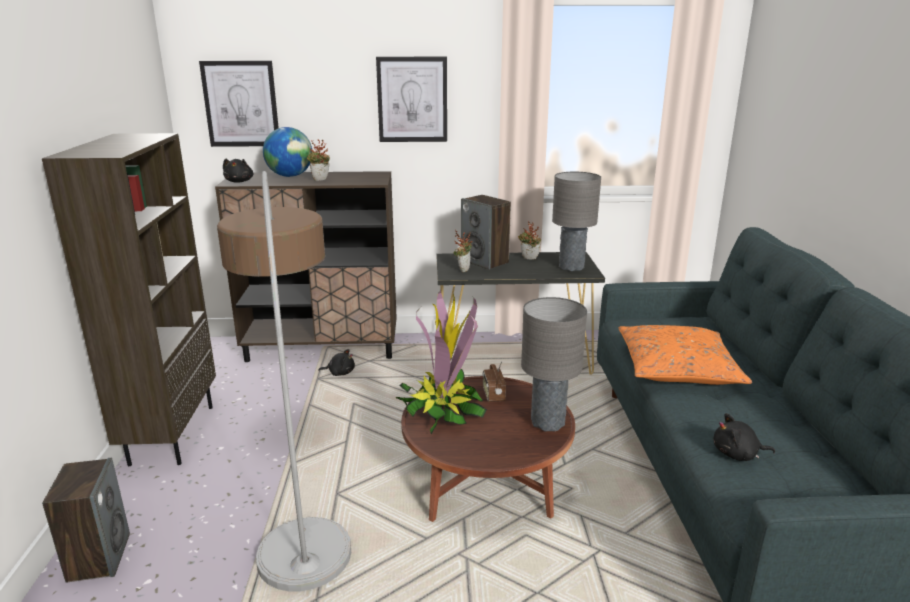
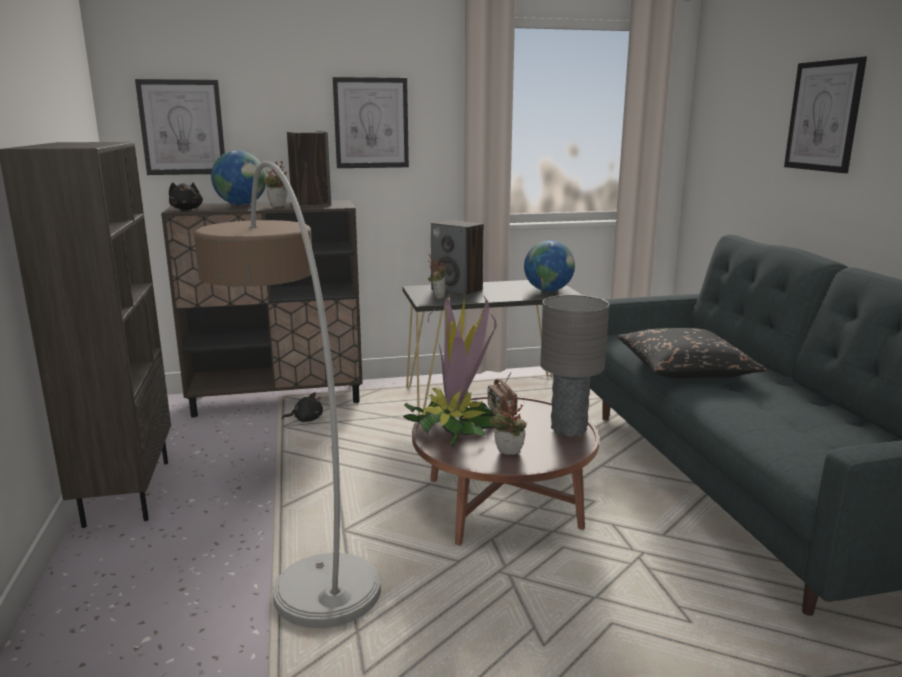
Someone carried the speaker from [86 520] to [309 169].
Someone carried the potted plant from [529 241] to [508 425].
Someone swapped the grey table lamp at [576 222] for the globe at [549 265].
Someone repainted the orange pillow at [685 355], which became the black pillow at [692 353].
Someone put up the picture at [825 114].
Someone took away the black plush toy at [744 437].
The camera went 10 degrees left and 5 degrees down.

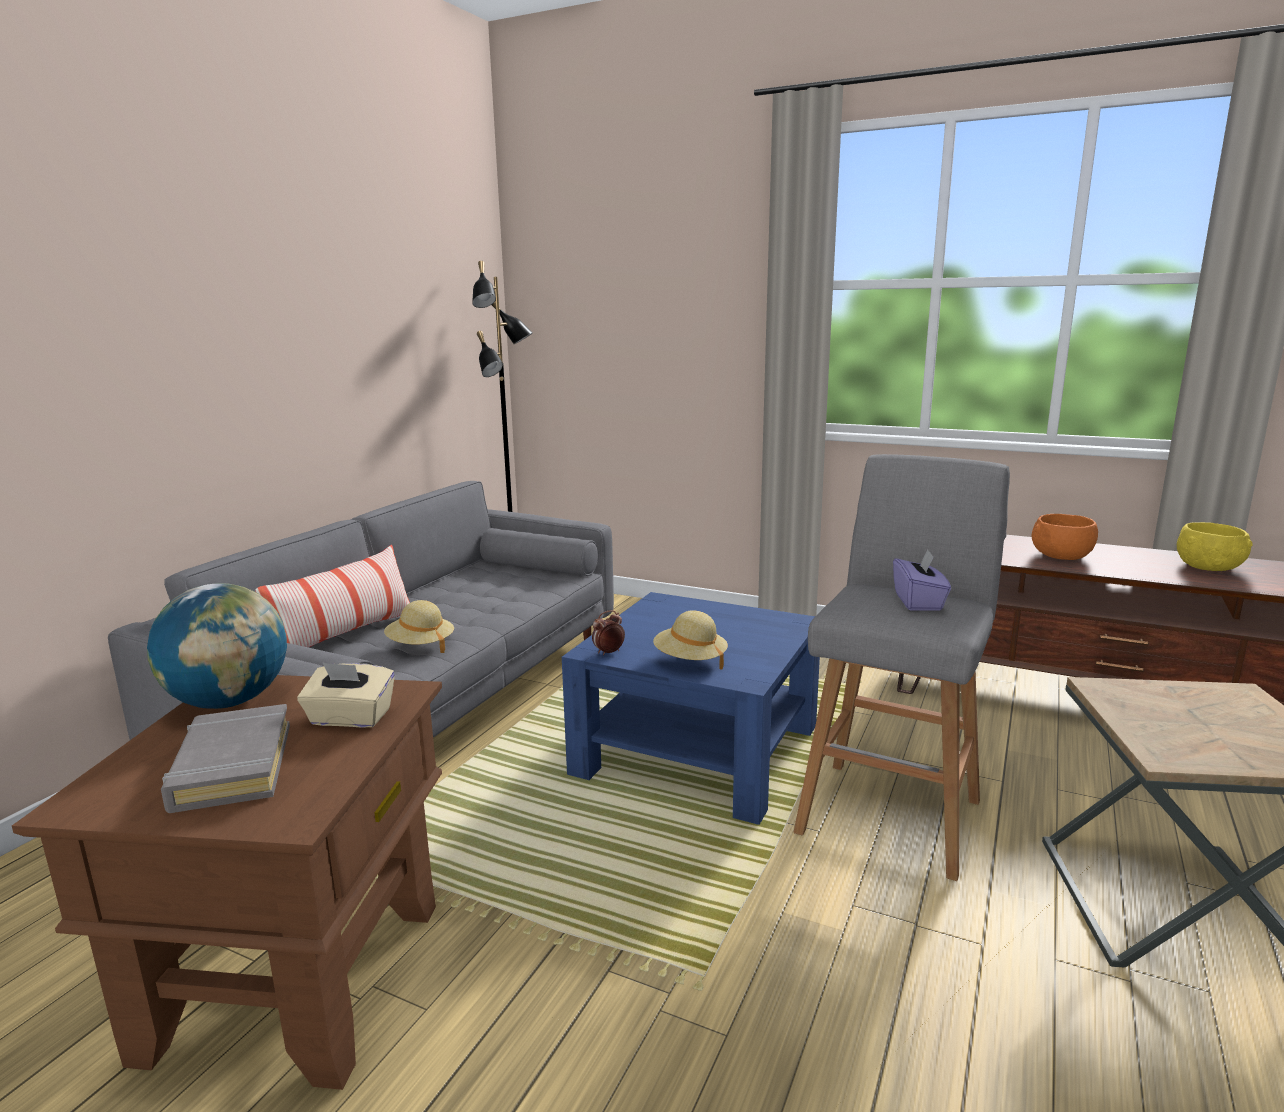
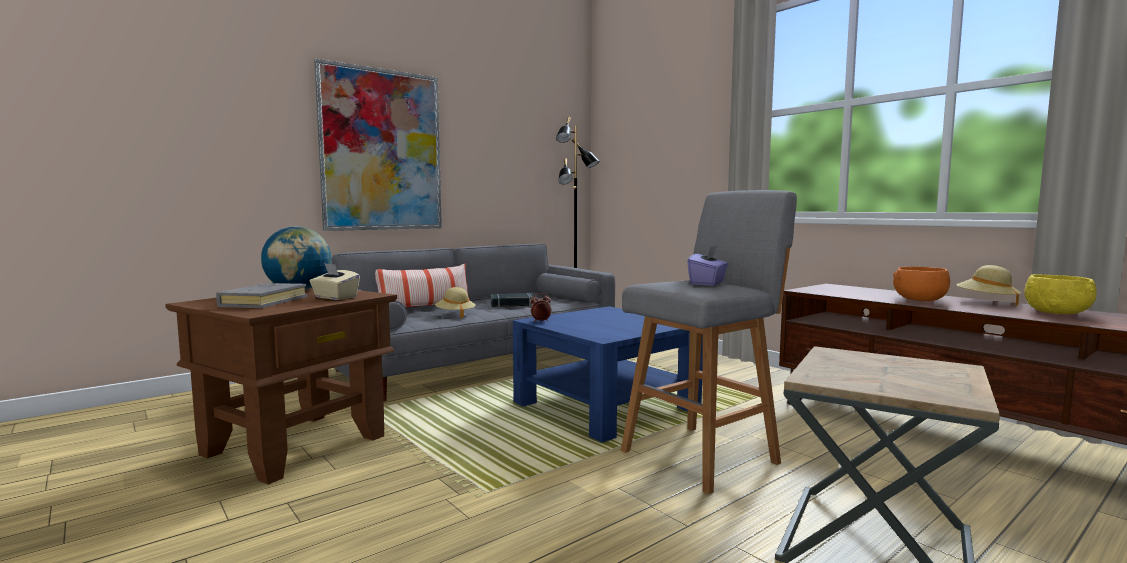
Someone put up the picture at [378 145].
Someone put down the black book at [514 300].
Someone carried the beige hat from [690 639] to [988 285].
The camera went 25 degrees right and 10 degrees down.

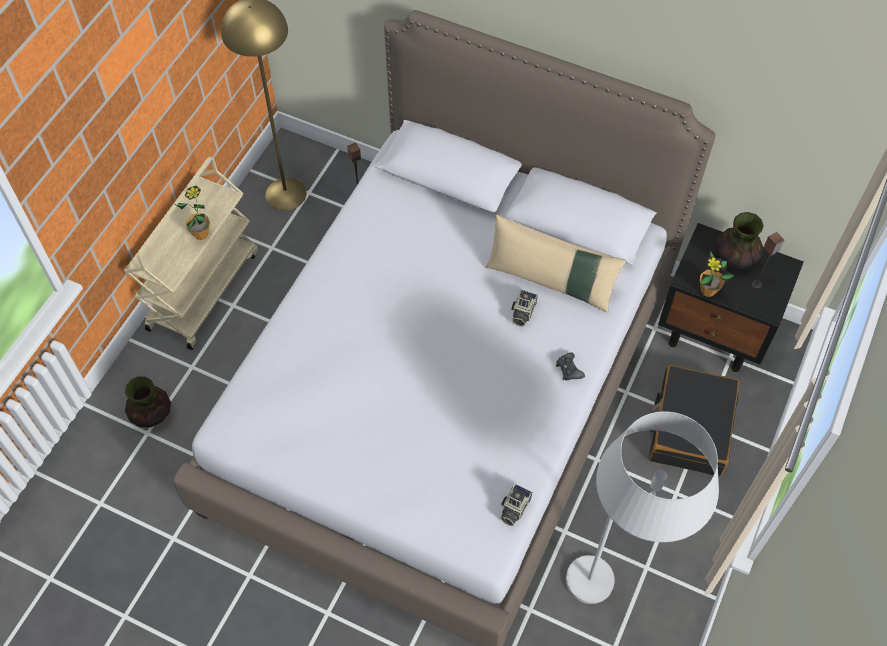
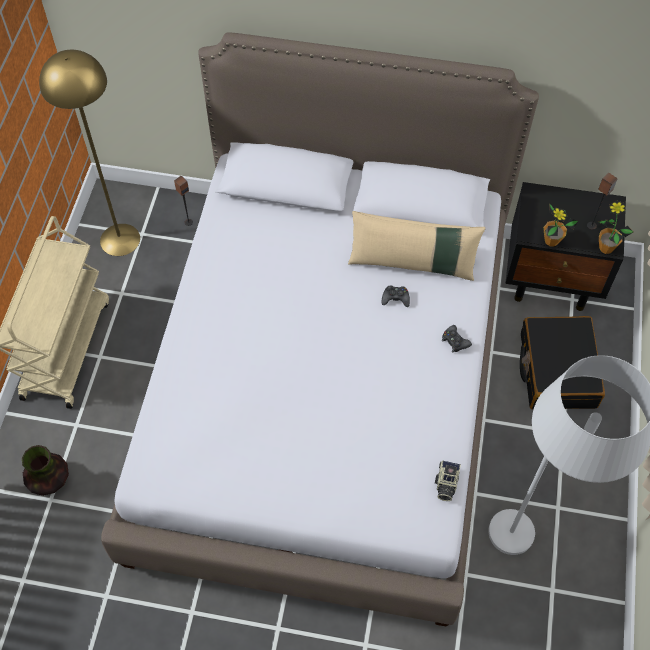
Someone swapped the photo camera at [524 308] for the black game controller at [395 296].
Someone carried the potted plant from [192 213] to [615 227].
Someone took away the vase at [740 240].
The camera went 15 degrees left and 0 degrees up.

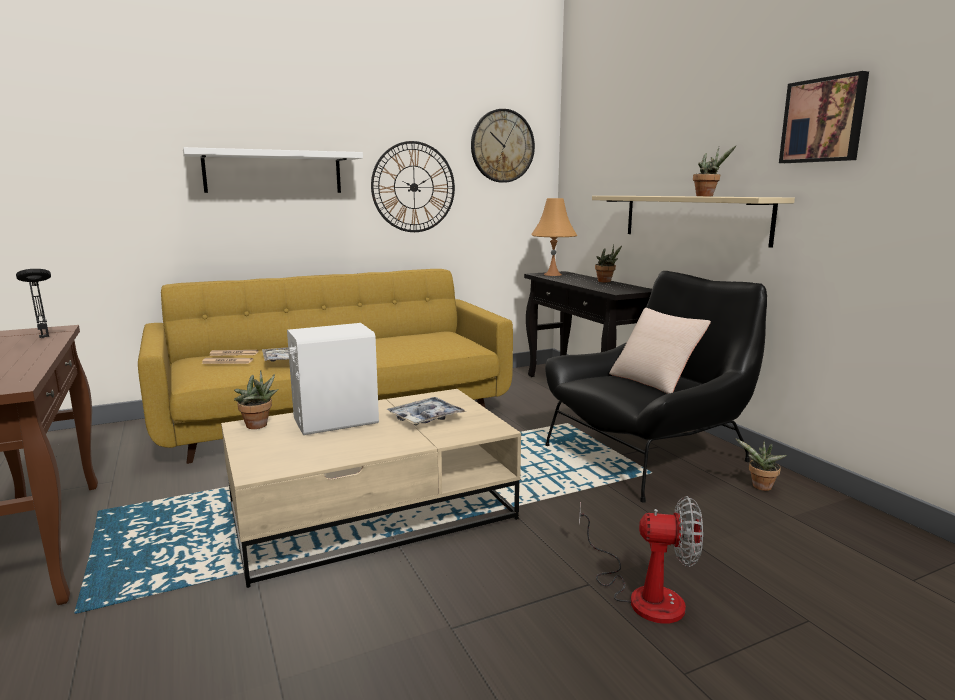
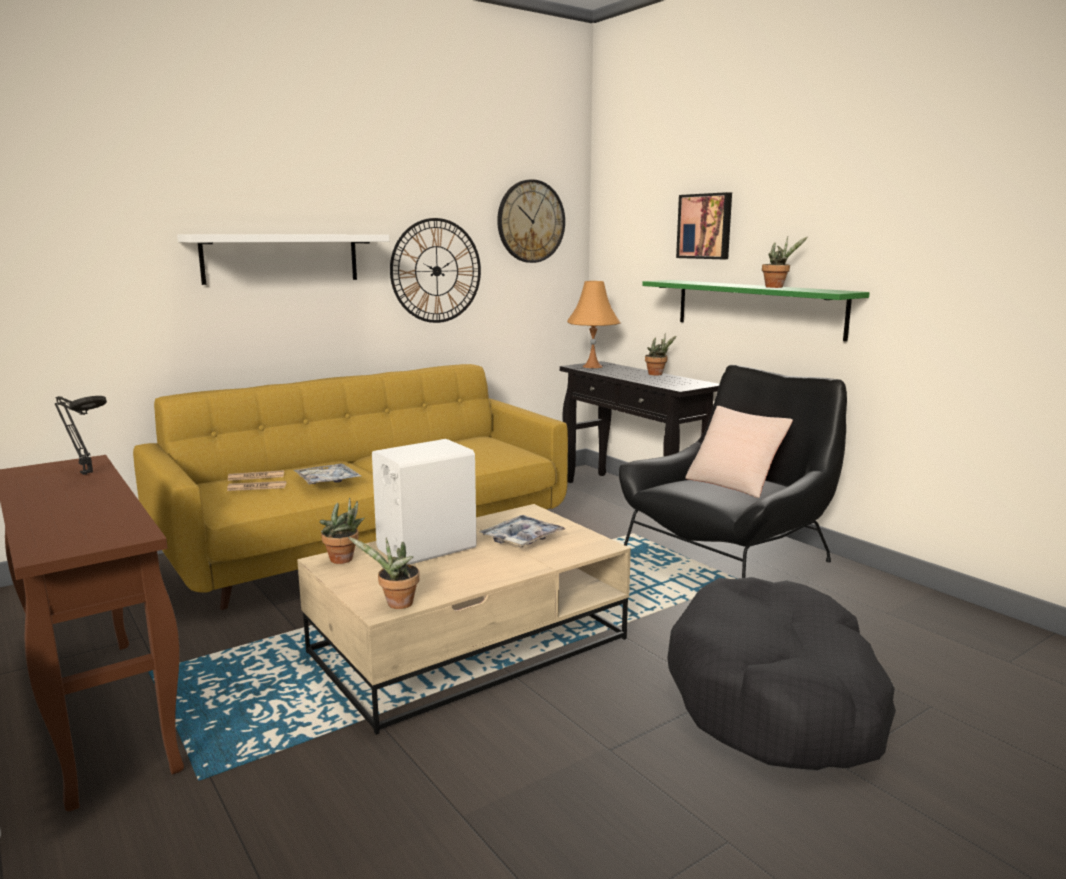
Someone carried the potted plant from [761 464] to [384 573].
Someone repainted the beige shelf at [693 222], which became the green shelf at [756 311].
Someone swapped the fan at [641 560] for the black dog bed at [781 673].
Someone carried the picture from [824 117] to [704 225].
The camera went 10 degrees left and 0 degrees up.

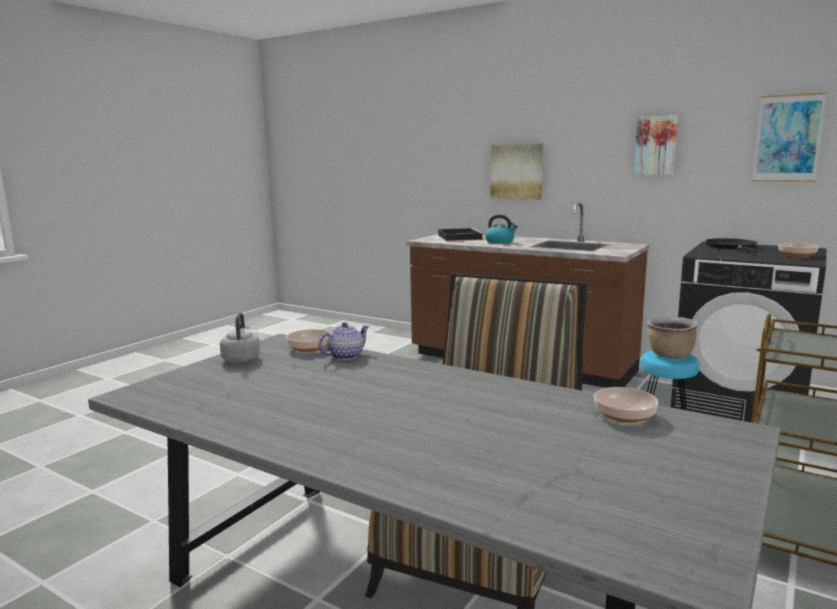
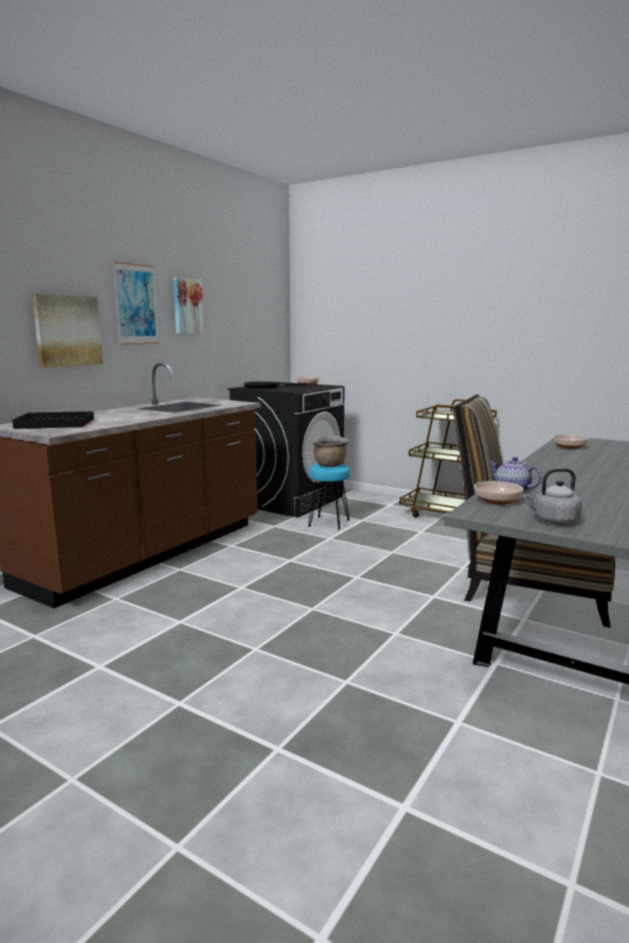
Someone carried the picture from [789 137] to [135 303].
Someone took away the kettle at [501 229].
The camera went 90 degrees left and 0 degrees up.

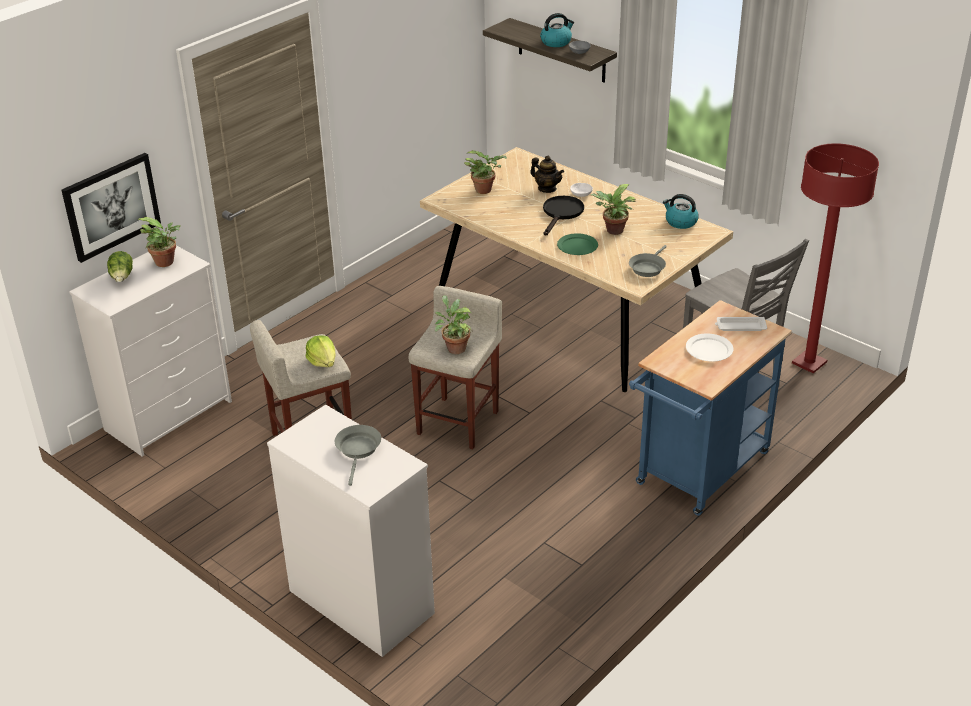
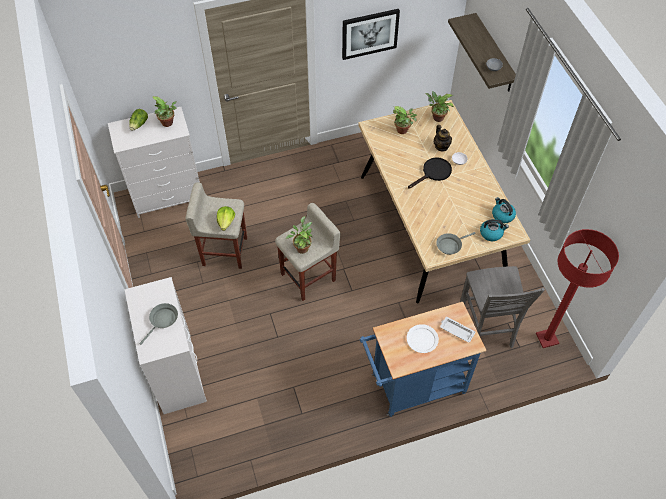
Someone carried the picture from [111 208] to [371 34].
Someone carried the potted plant from [613 209] to [439 106].
Someone carried the kettle from [557 30] to [494 230].
Someone took away the green plate at [577 244].
The camera went 30 degrees right and 20 degrees up.

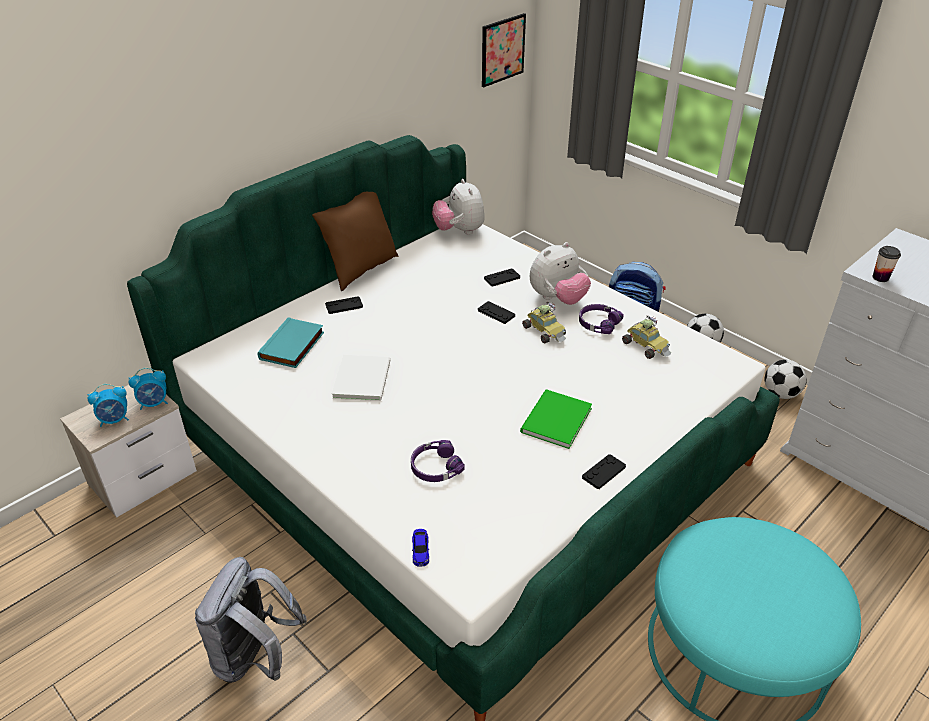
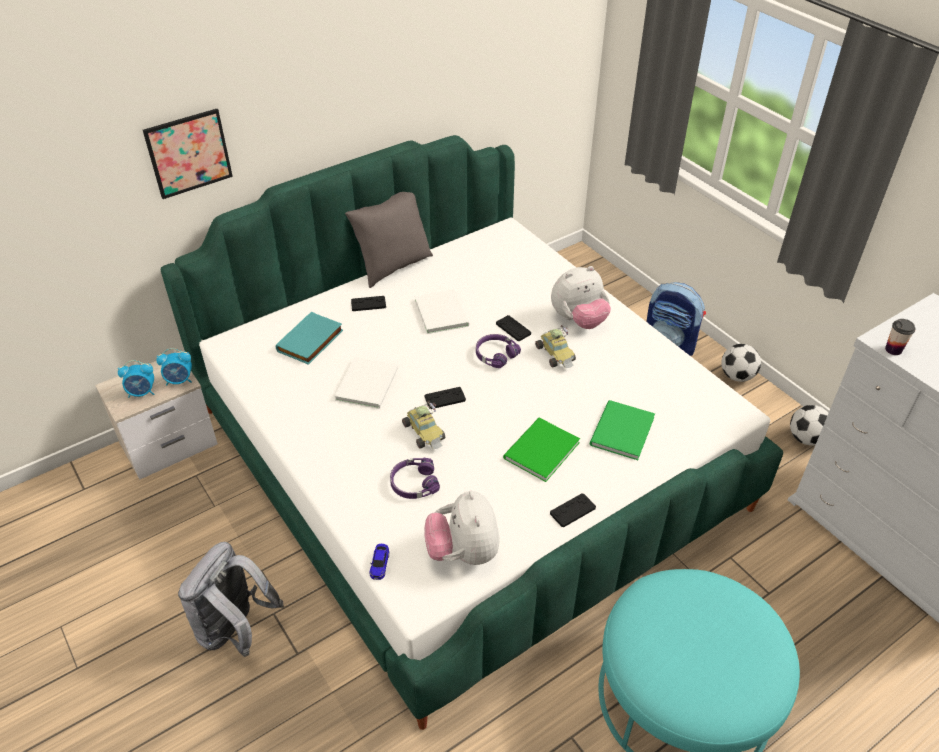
Someone carried the picture from [504 50] to [188 154].
Someone repainted the brown pillow at [355 241], which became the grey pillow at [389 240].
Someone carried the toy car from [646 337] to [423 425].
Someone put down the white book at [441 311].
Someone carried the plush toy from [458 207] to [461 528].
Someone carried the black game controller from [502 277] to [445 398].
Someone carried the purple headphones from [601 319] to [498 351].
Someone put down the green book at [622 430].
The camera went 10 degrees right and 5 degrees up.

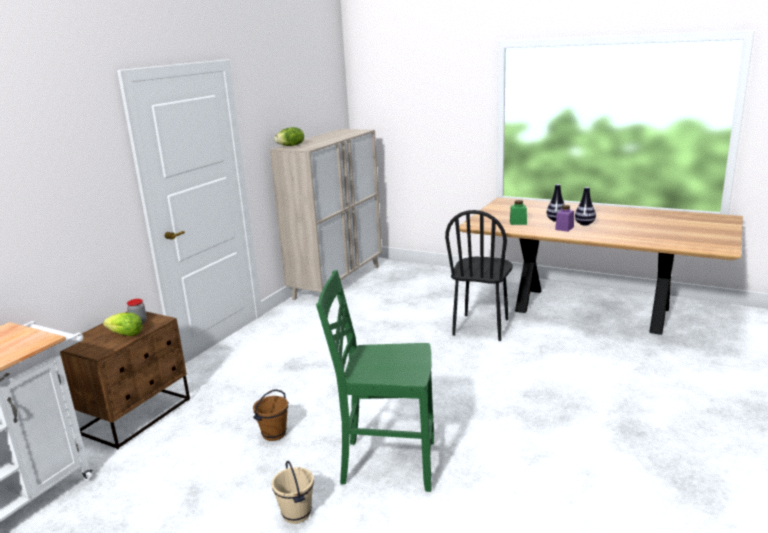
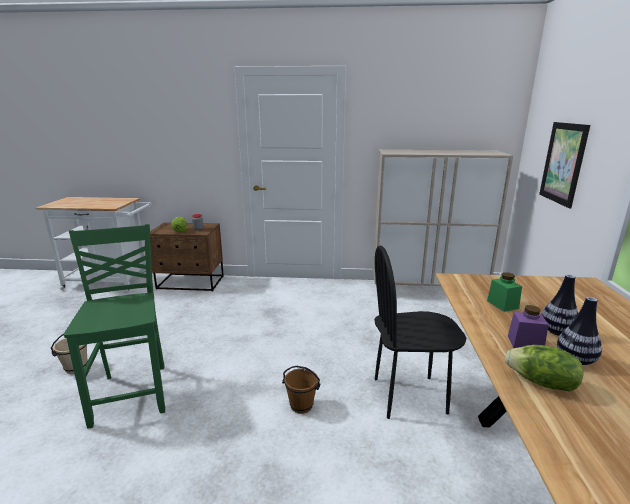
Someone carried the brown bucket from [270 415] to [301 390].
Someone carried the lettuce from [289 136] to [544 368].
Someone put up the picture at [564 165].
The camera went 65 degrees right and 0 degrees up.

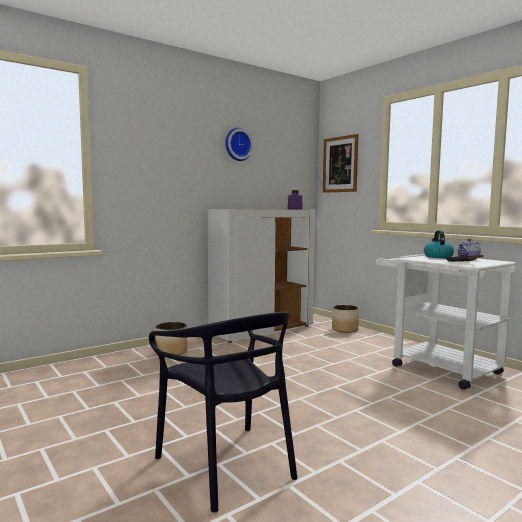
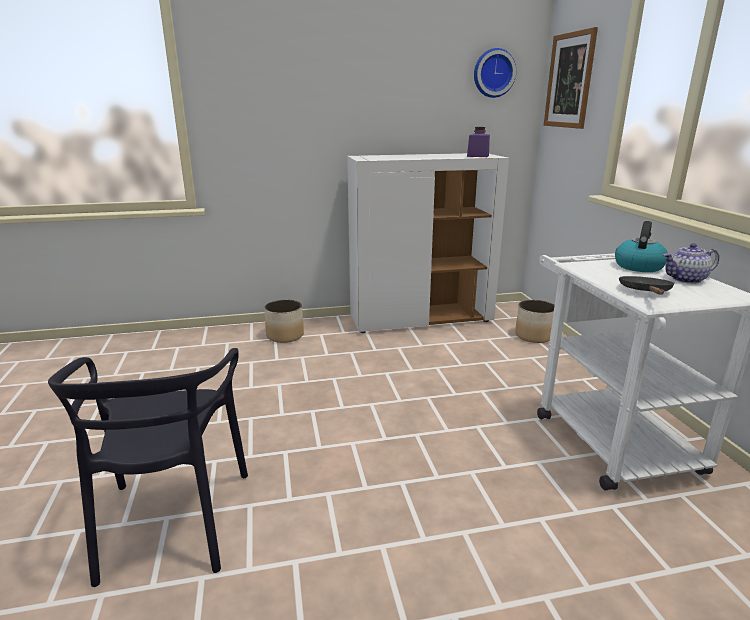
Someone carried the wall clock from [239 144] to [495 73].
The camera went 25 degrees right and 15 degrees up.

